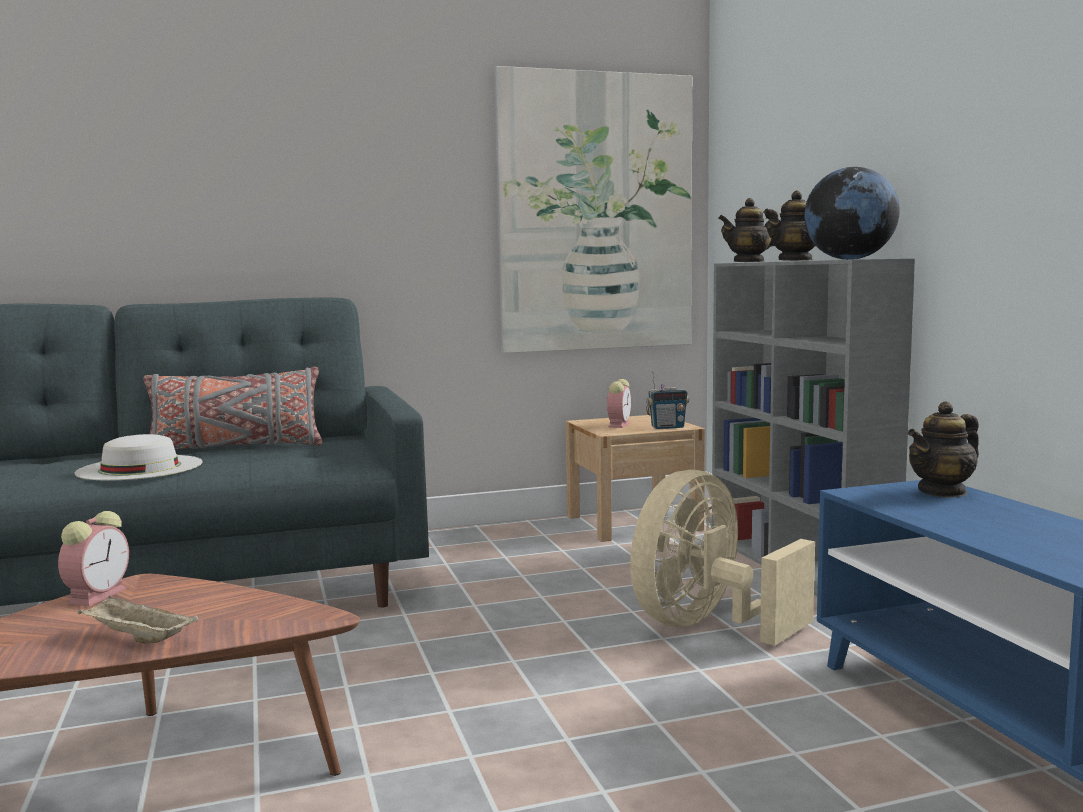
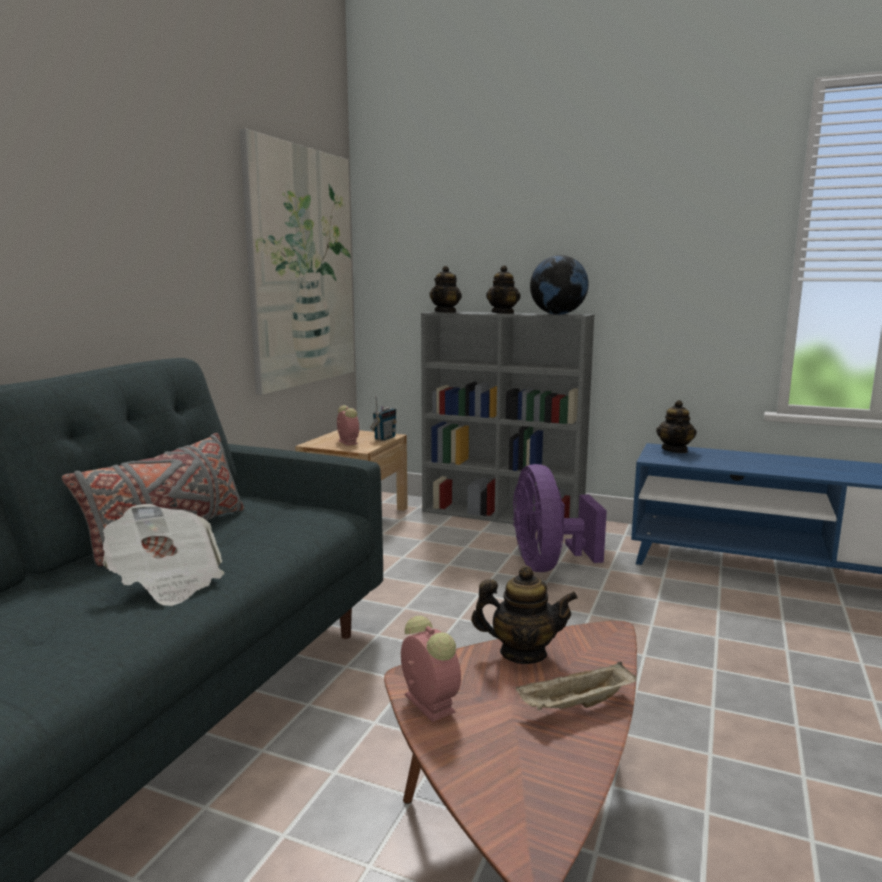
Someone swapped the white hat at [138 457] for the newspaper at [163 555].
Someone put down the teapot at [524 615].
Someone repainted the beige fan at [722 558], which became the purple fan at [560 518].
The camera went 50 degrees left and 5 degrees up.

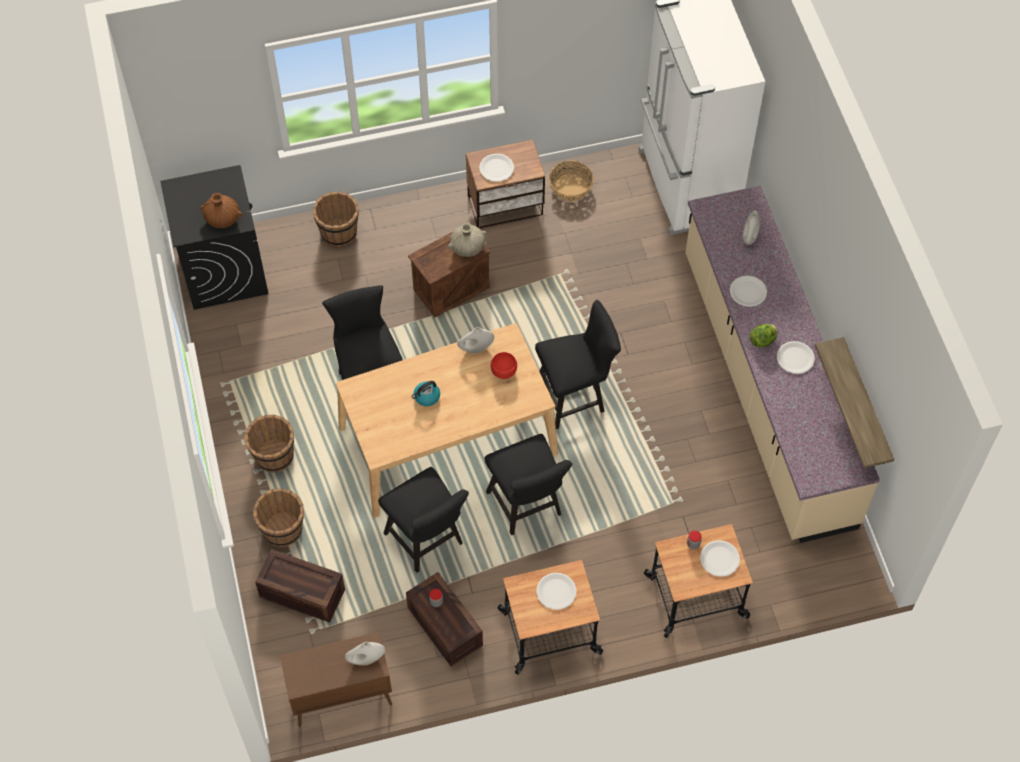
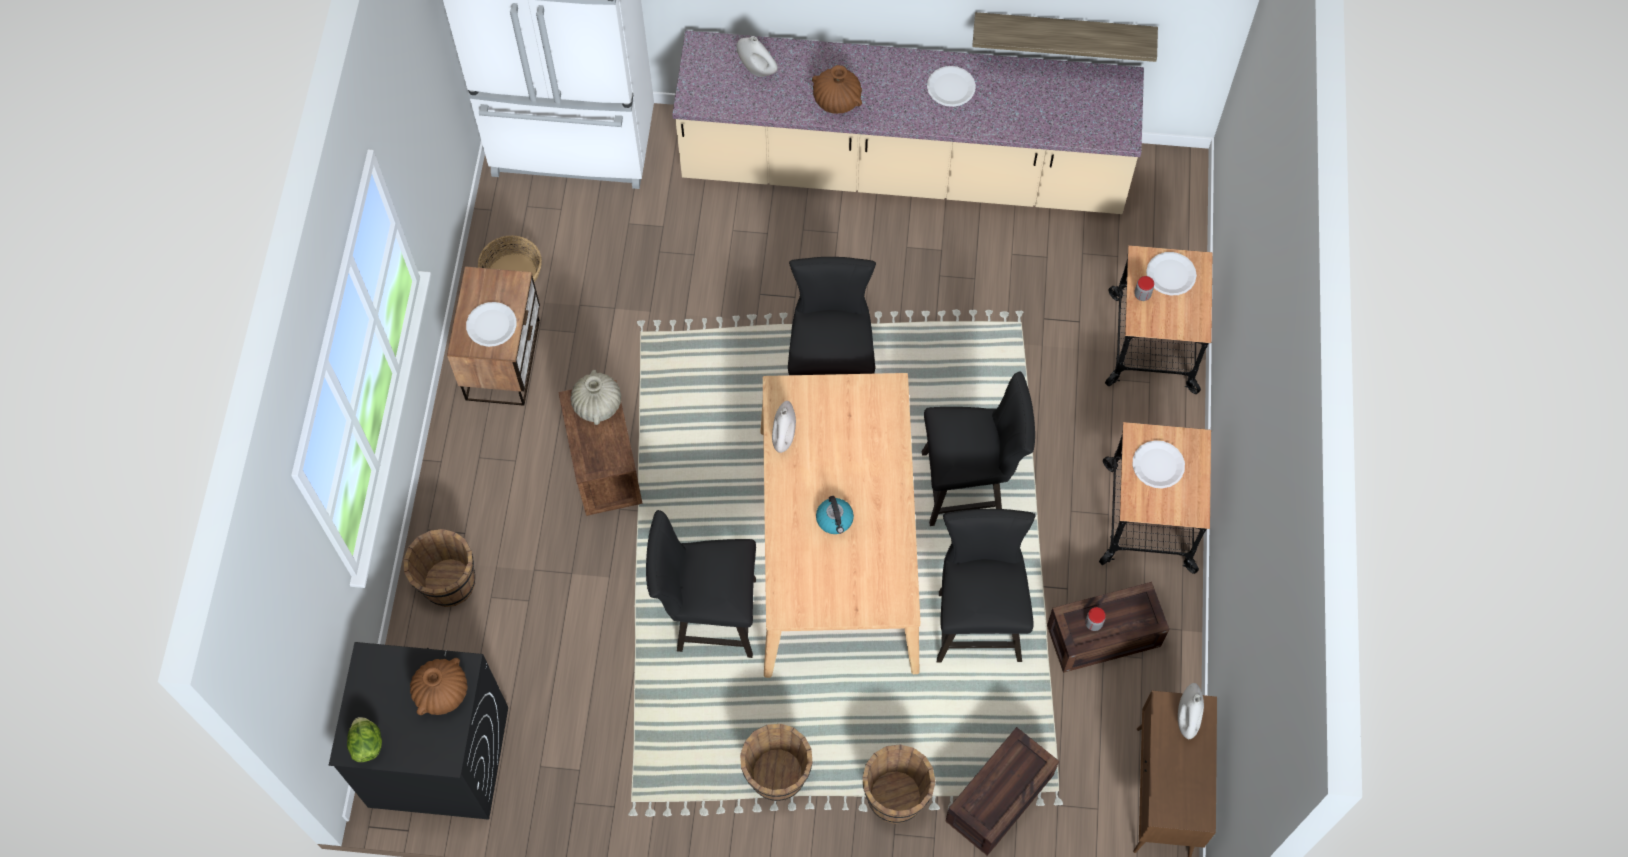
Someone carried the lettuce from [763 335] to [364 739].
Someone swapped the white plate at [748 291] for the brown vase at [837 89].
Someone rotated the black chair at [423 520] by 75 degrees counterclockwise.
Someone took away the red bowl at [504 365].
The camera went 70 degrees left and 5 degrees up.

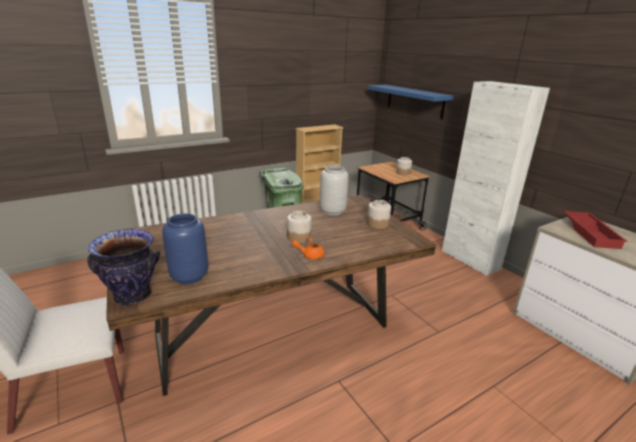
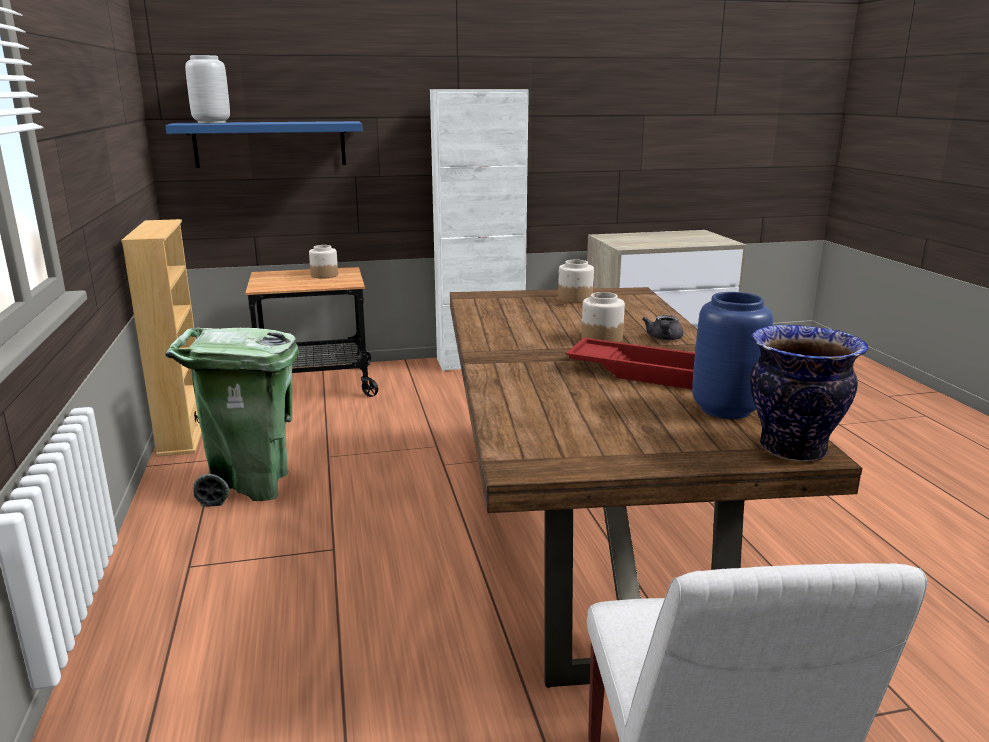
Someone carried the grey vase from [334 190] to [207 89].
Someone carried the red tray from [595 230] to [630 363].
Someone repainted the orange teapot at [308 248], which became the grey teapot at [662 327].
The camera went 70 degrees left and 5 degrees down.

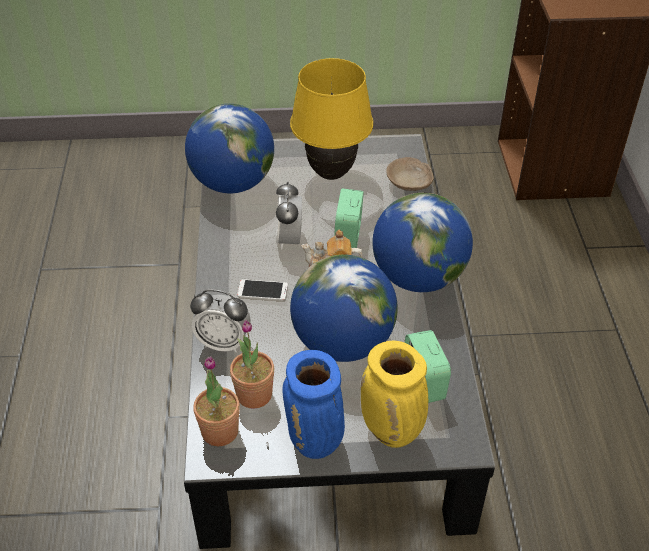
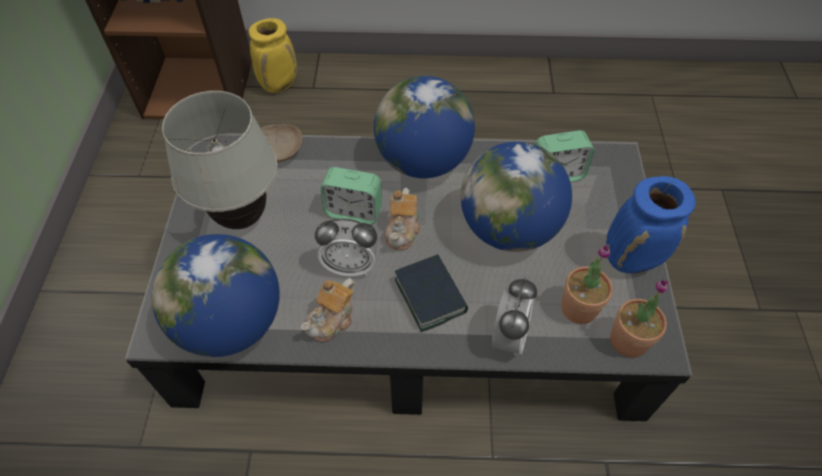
Someone repainted the yellow table lamp at [331 119], which became the white table lamp at [220 160].
Someone carried the yellow vase from [394 394] to [273 55].
Someone put down the teapot at [328 310].
Someone swapped the phone at [262 289] for the book at [431 293].
The camera went 85 degrees left and 10 degrees up.

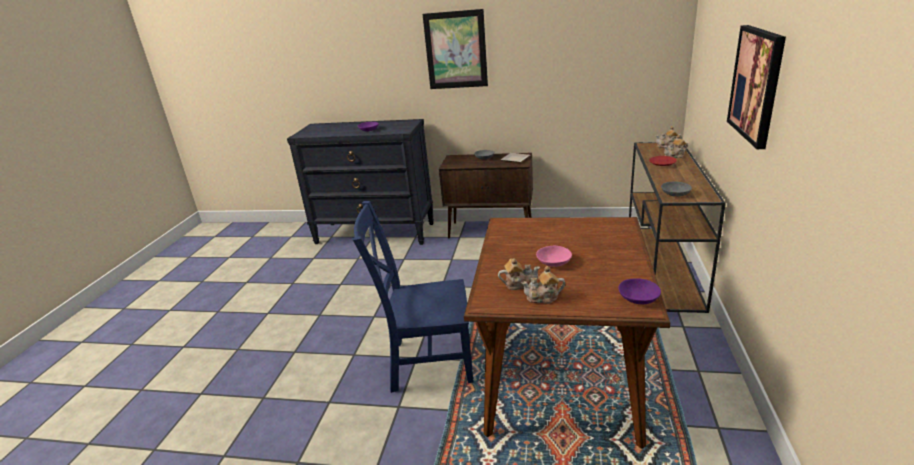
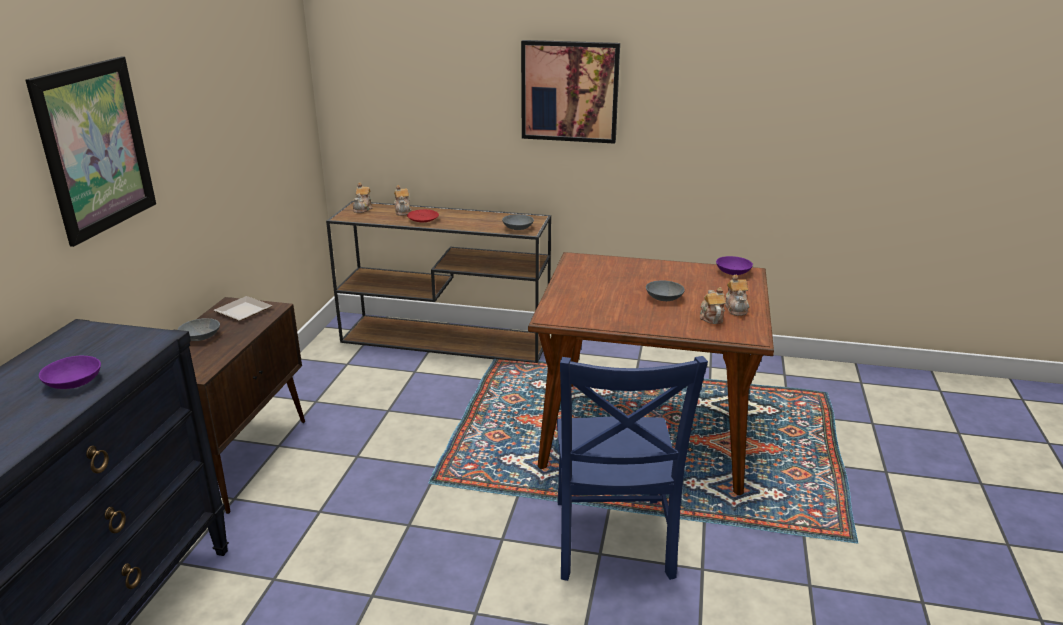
Someone repainted the pink bowl at [554 256], which became the grey bowl at [665 291].
The camera went 90 degrees left and 0 degrees up.

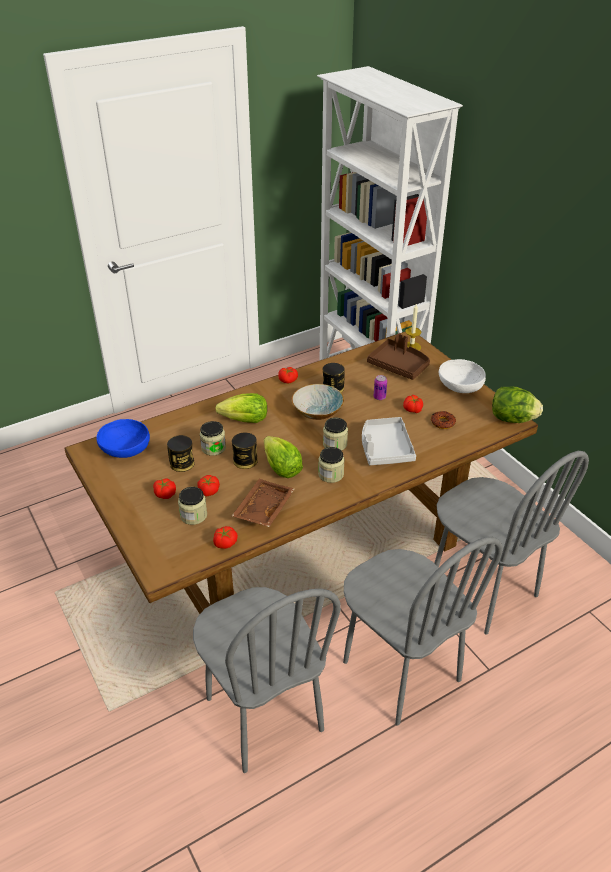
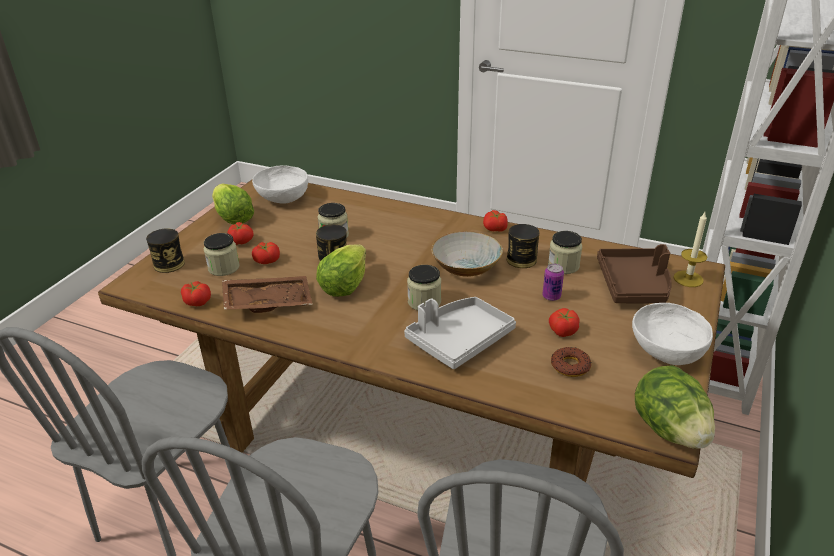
Someone carried the can from [181 453] to [165 250].
Someone carried the lettuce from [241 408] to [233 204].
Someone repainted the blue bowl at [123 438], which became the white bowl at [280 185].
Someone carried the jar from [331 465] to [565 252].
The camera went 55 degrees right and 5 degrees down.

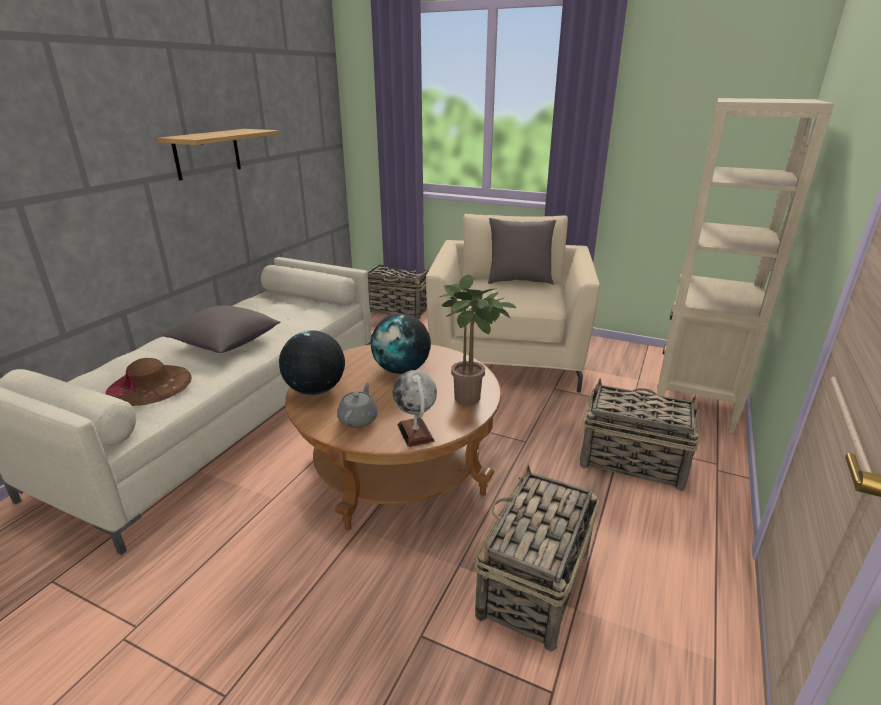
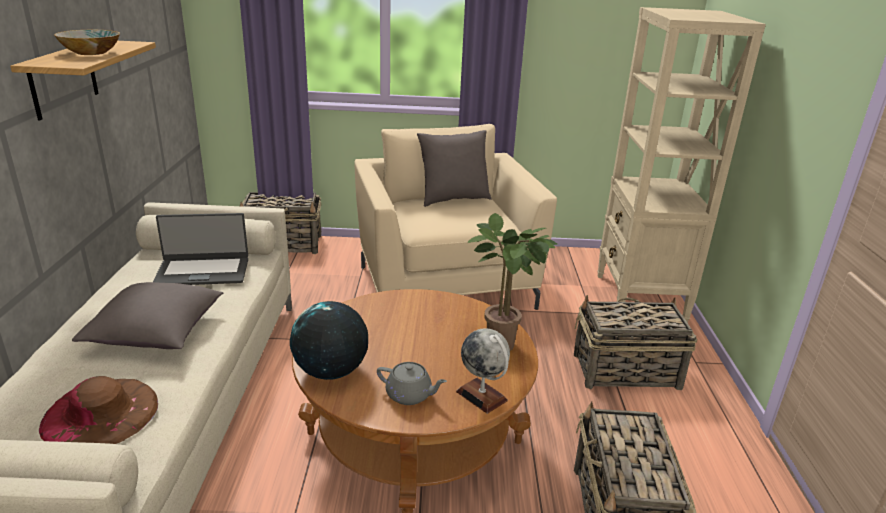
Someone put down the bowl at [87 42].
Someone put down the laptop at [200 249].
Someone rotated the grey teapot at [357 405] by 120 degrees clockwise.
Someone took away the globe at [401 344].
The camera went 25 degrees left and 0 degrees up.

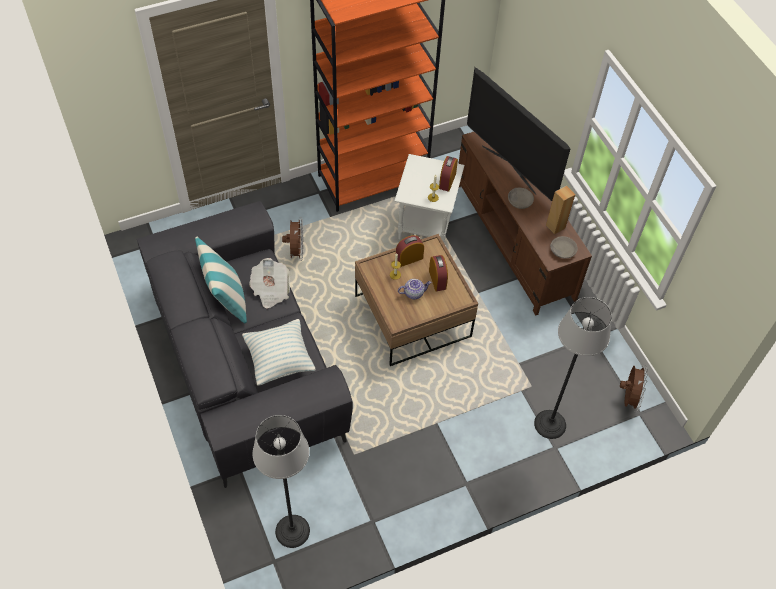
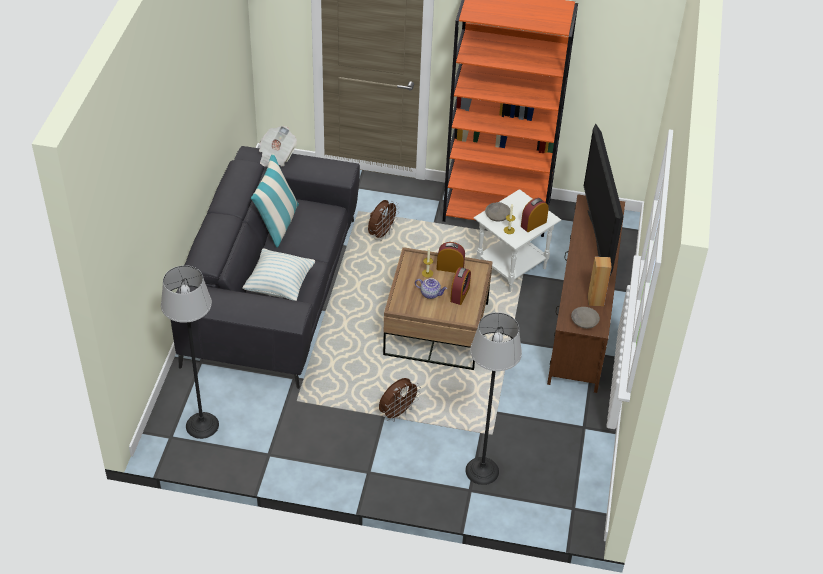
Someone carried the newspaper from [269 283] to [278 146].
Someone carried the brown fan from [634 388] to [400 400].
Someone carried the grey bowl from [521 198] to [497 212].
The camera went 35 degrees right and 10 degrees down.

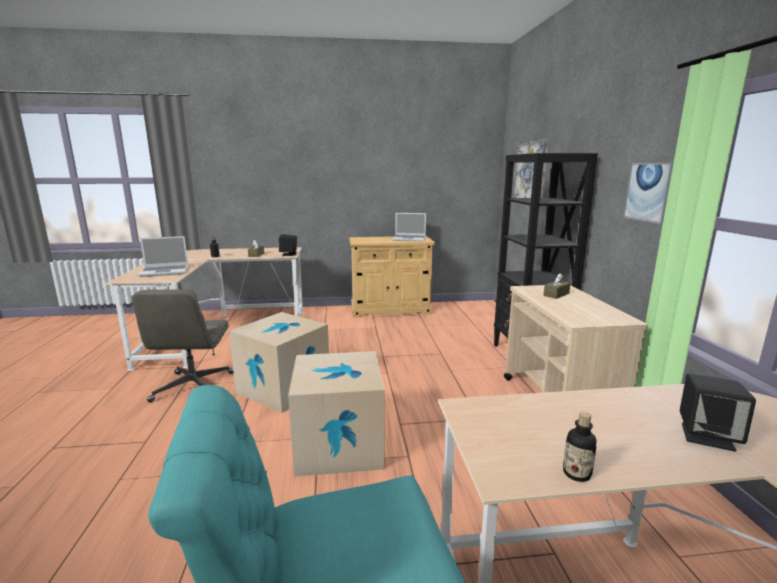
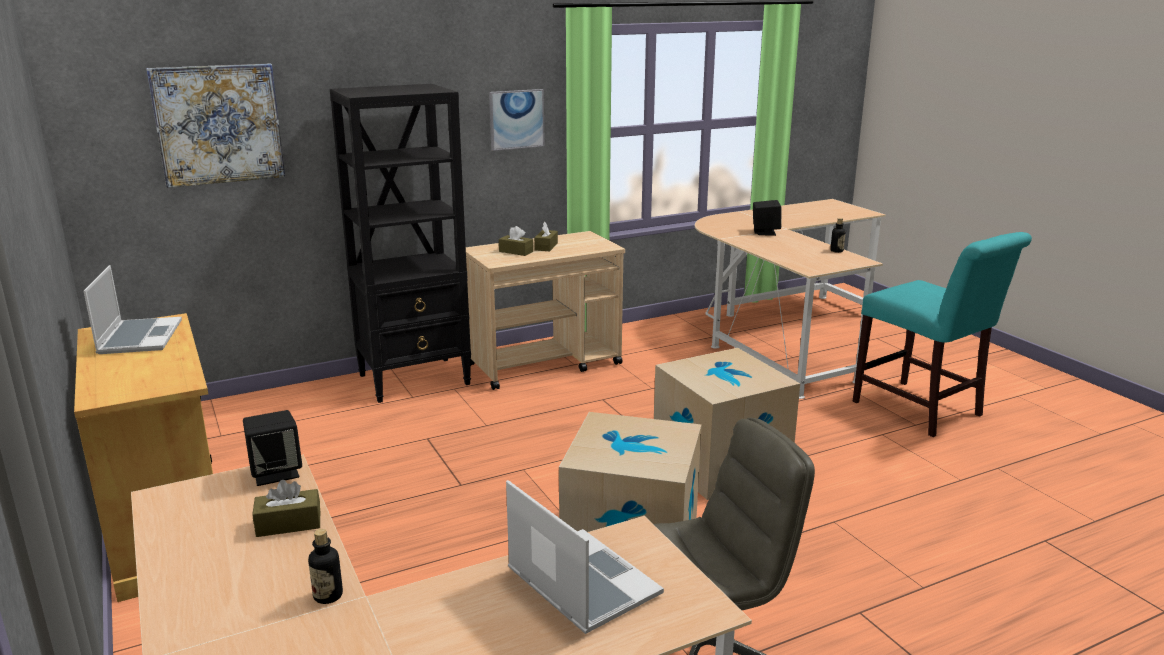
Someone put down the brown tissue box at [546 236].
The camera went 110 degrees left and 5 degrees up.

